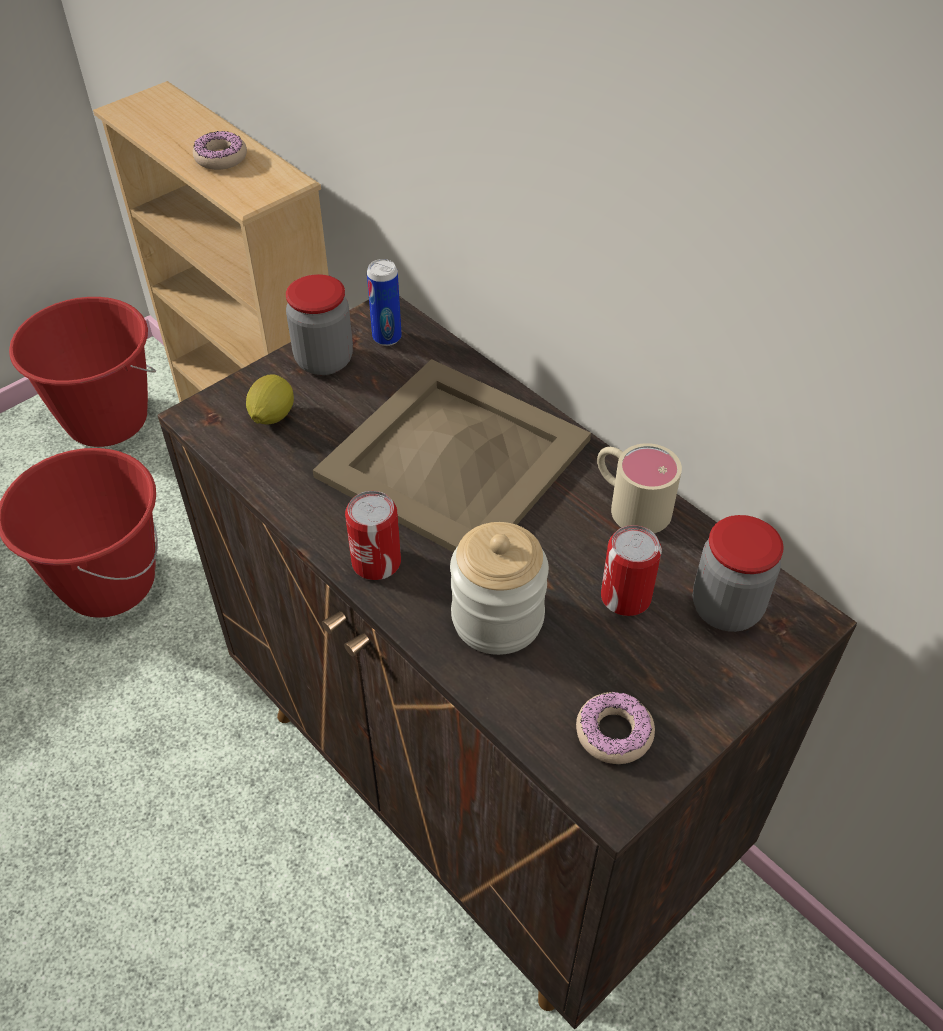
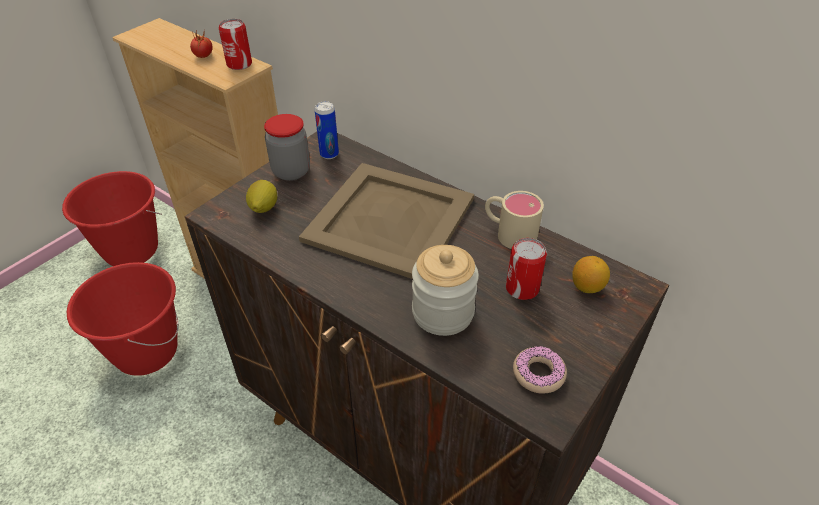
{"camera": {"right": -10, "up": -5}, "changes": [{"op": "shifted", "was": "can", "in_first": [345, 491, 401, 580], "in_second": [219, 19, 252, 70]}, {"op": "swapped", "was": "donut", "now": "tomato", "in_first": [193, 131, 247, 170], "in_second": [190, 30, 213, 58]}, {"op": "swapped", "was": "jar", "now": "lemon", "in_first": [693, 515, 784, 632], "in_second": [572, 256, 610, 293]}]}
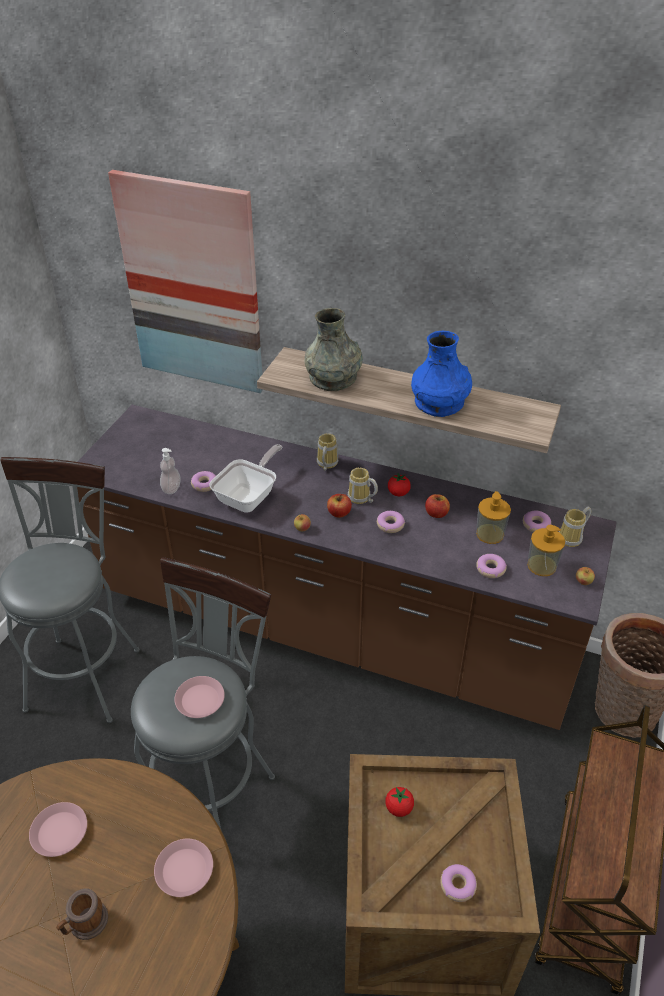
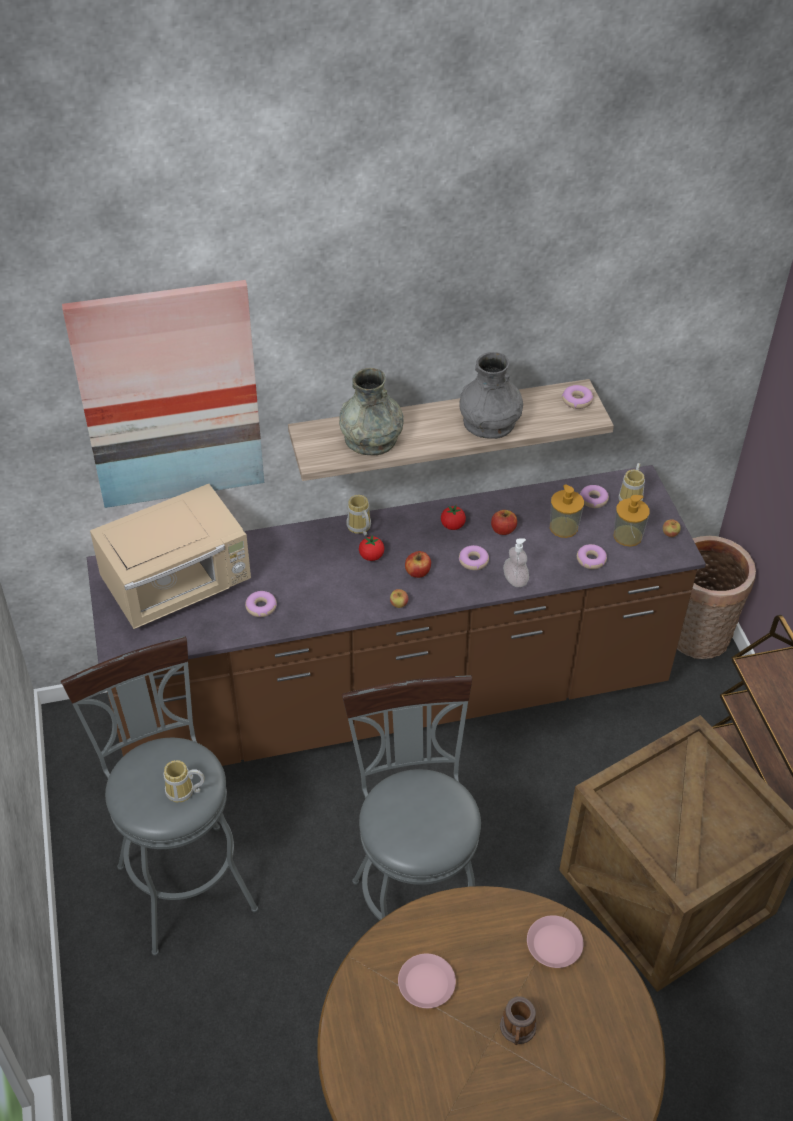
{"camera": {"right": -35, "up": 5}, "changes": [{"op": "gone", "was": "plate/pink", "in_first": [174, 676, 225, 718]}, {"op": "gone", "was": "frying pan", "in_first": [209, 444, 283, 513]}, {"op": "new", "now": "microwave/beige", "in_second": [90, 484, 251, 629]}, {"op": "shifted", "was": "soap dispenser", "in_first": [160, 448, 181, 494], "in_second": [503, 538, 529, 587]}, {"op": "shifted", "was": "mug", "in_first": [348, 468, 378, 504], "in_second": [164, 760, 205, 803]}, {"op": "shifted", "was": "tomato", "in_first": [385, 787, 414, 817], "in_second": [359, 535, 384, 561]}, {"op": "shifted", "was": "donut", "in_first": [440, 864, 477, 902], "in_second": [562, 385, 593, 409]}, {"op": "repainted", "was": "vase/blue", "now": "vase/grey", "in_first": [411, 331, 472, 417], "in_second": [459, 352, 523, 439]}]}
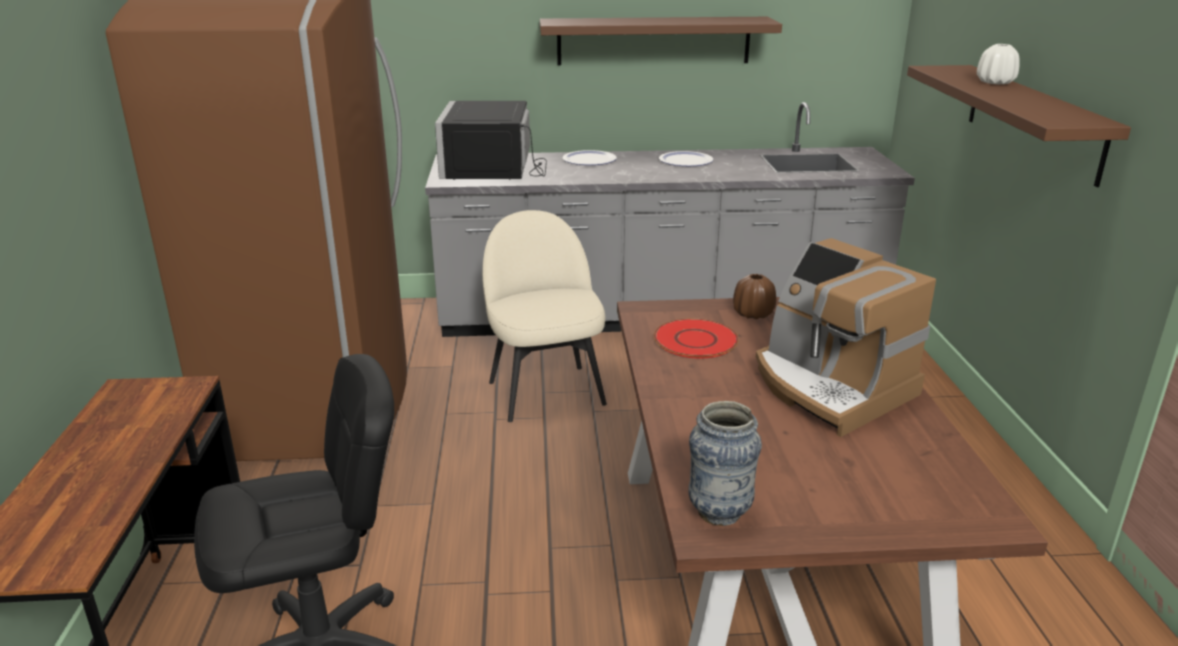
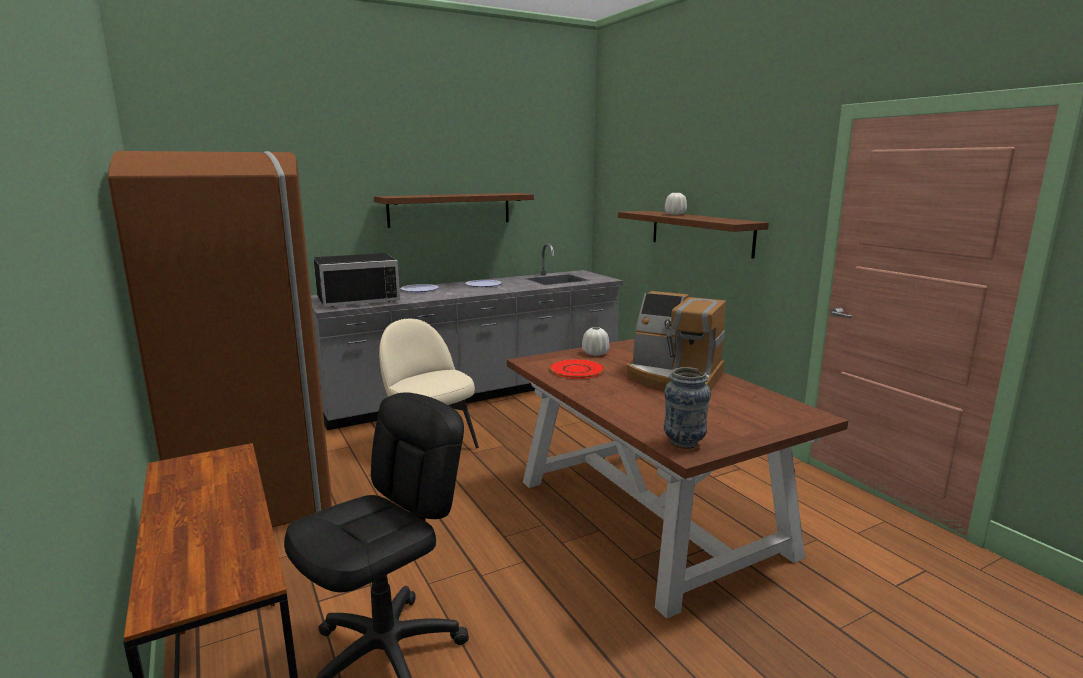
{"camera": {"right": -25, "up": -10}, "changes": [{"op": "repainted", "was": "vase/brown", "now": "vase/white", "in_first": [733, 274, 776, 319], "in_second": [582, 327, 609, 356]}, {"op": "rotated", "was": "microwave/black", "in_first": [435, 101, 547, 180], "in_second": [313, 253, 400, 307], "clockwise": -90}]}
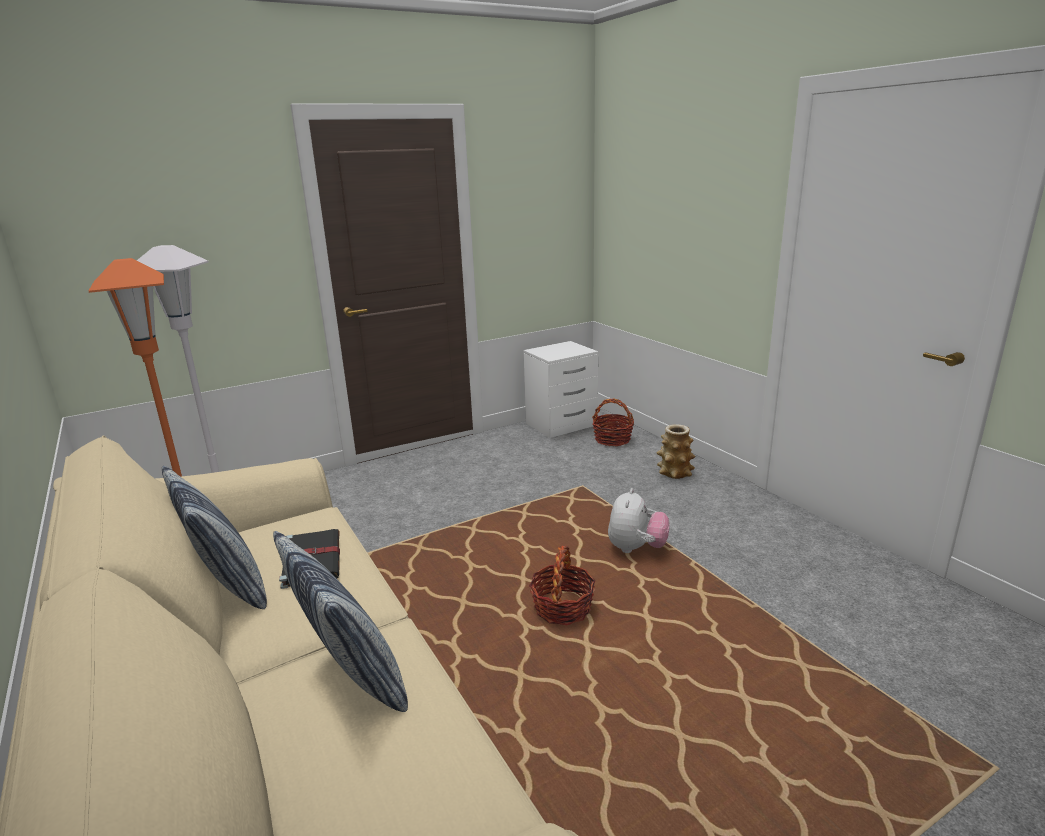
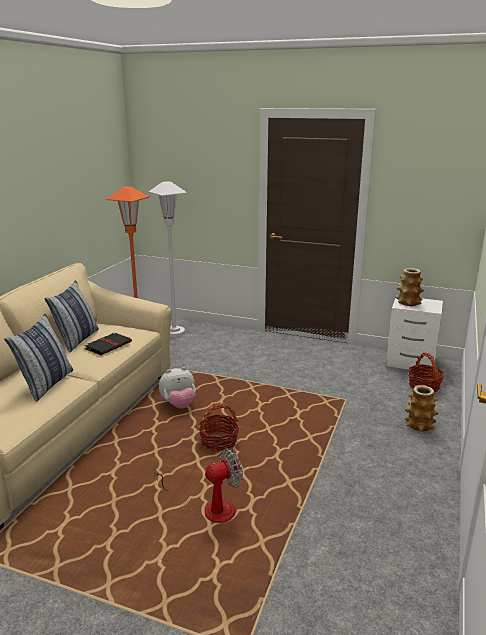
{"camera": {"right": 50, "up": 0}, "changes": [{"op": "new", "now": "fan", "in_second": [154, 448, 243, 523]}, {"op": "new", "now": "vase", "in_second": [395, 268, 424, 306]}, {"op": "shifted", "was": "plush toy", "in_first": [608, 488, 669, 553], "in_second": [159, 367, 196, 409]}]}
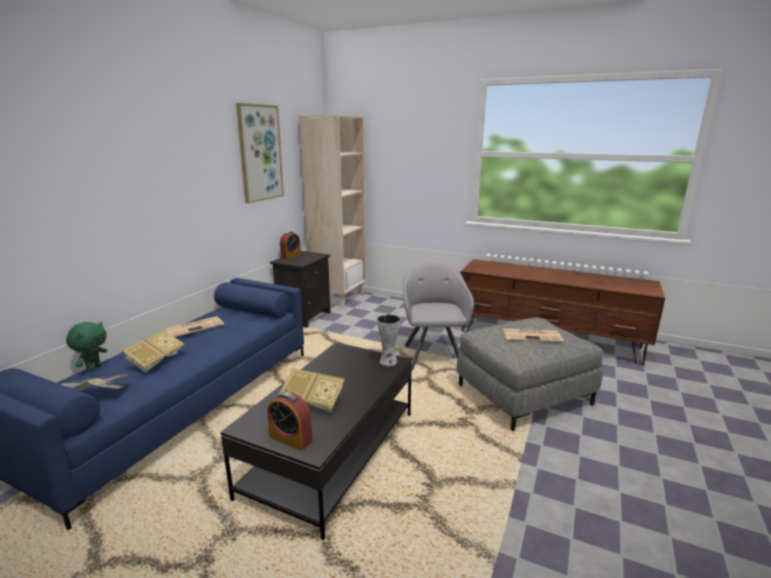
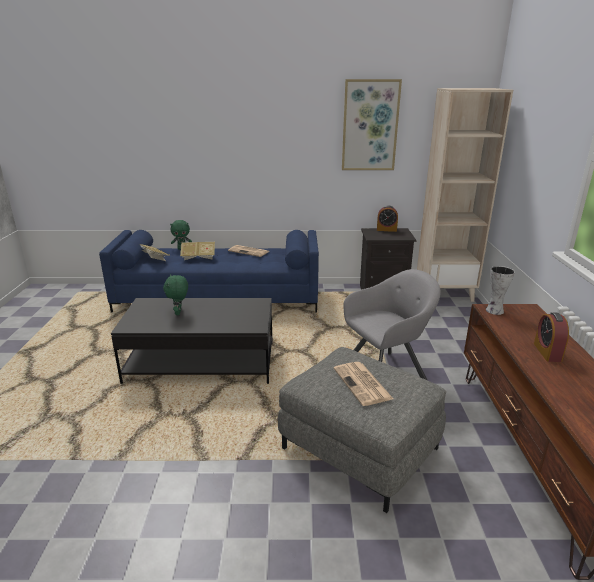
{"camera": {"right": 65, "up": 5}, "changes": [{"op": "shifted", "was": "alarm clock", "in_first": [267, 392, 313, 451], "in_second": [534, 312, 569, 362]}, {"op": "shifted", "was": "vase", "in_first": [377, 314, 401, 366], "in_second": [486, 266, 515, 315]}, {"op": "swapped", "was": "book", "now": "plush toy/green", "in_first": [279, 368, 345, 412], "in_second": [163, 275, 188, 315]}]}
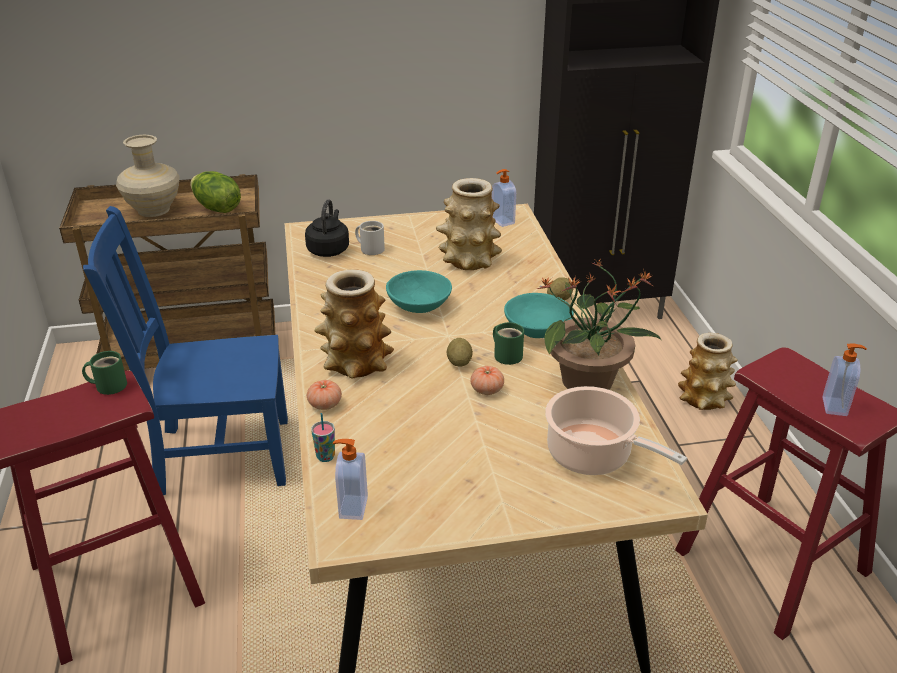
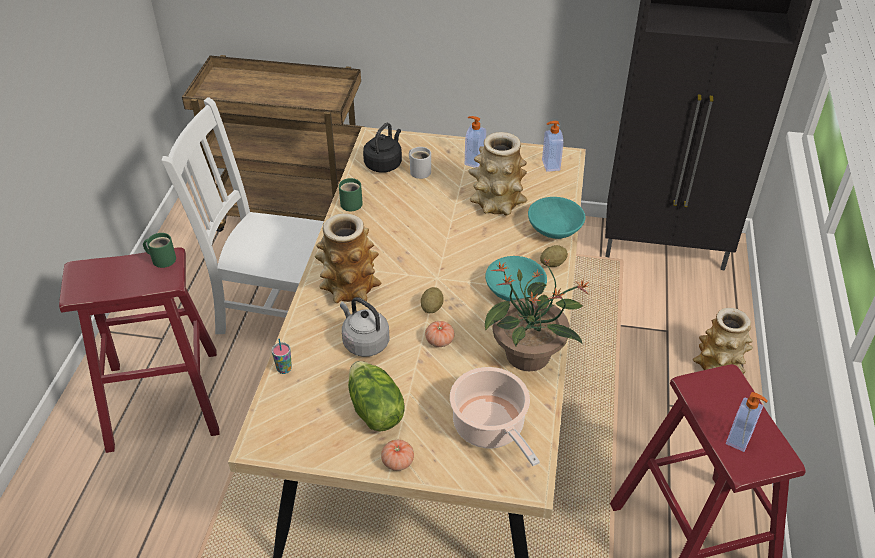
{"camera": {"right": 20, "up": 10}, "changes": [{"op": "gone", "was": "vase/beige", "in_first": [116, 135, 180, 217]}, {"op": "new", "now": "kettle/grey", "in_second": [340, 297, 389, 357]}, {"op": "shifted", "was": "lettuce", "in_first": [191, 171, 241, 213], "in_second": [348, 361, 404, 431]}, {"op": "shifted", "was": "tomato", "in_first": [307, 380, 342, 410], "in_second": [381, 440, 414, 471]}, {"op": "shifted", "was": "soap dispenser", "in_first": [333, 439, 368, 520], "in_second": [465, 116, 486, 168]}, {"op": "shifted", "was": "bowl/turquoise", "in_first": [386, 270, 452, 313], "in_second": [528, 197, 585, 239]}, {"op": "shifted", "was": "mug/green", "in_first": [493, 322, 524, 365], "in_second": [339, 178, 363, 211]}, {"op": "repainted", "was": "chair/blue", "now": "chair/white", "in_first": [83, 206, 288, 495], "in_second": [161, 97, 324, 334]}]}
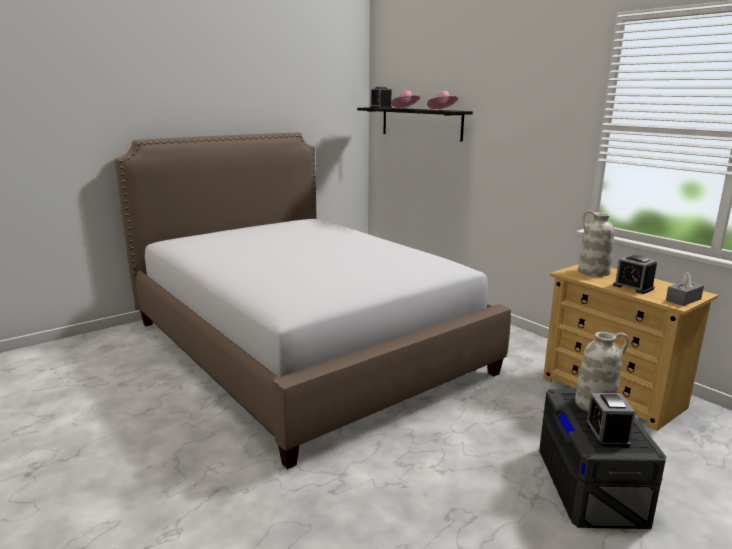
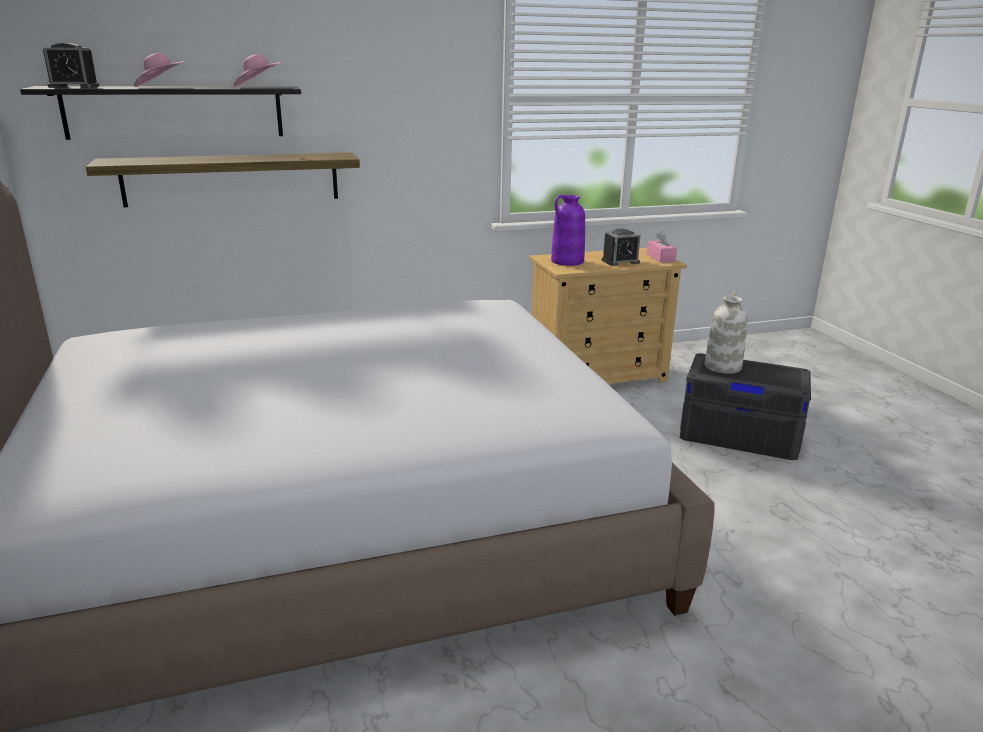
{"camera": {"right": -70, "up": 5}, "changes": [{"op": "gone", "was": "alarm clock", "in_first": [586, 393, 635, 447]}, {"op": "new", "now": "shelf", "in_second": [86, 153, 360, 207]}, {"op": "repainted", "was": "vase/white", "now": "vase/purple", "in_first": [578, 210, 614, 277], "in_second": [551, 195, 585, 266]}, {"op": "repainted", "was": "tissue box/grey", "now": "tissue box/pink", "in_first": [666, 272, 704, 306], "in_second": [647, 231, 677, 262]}]}
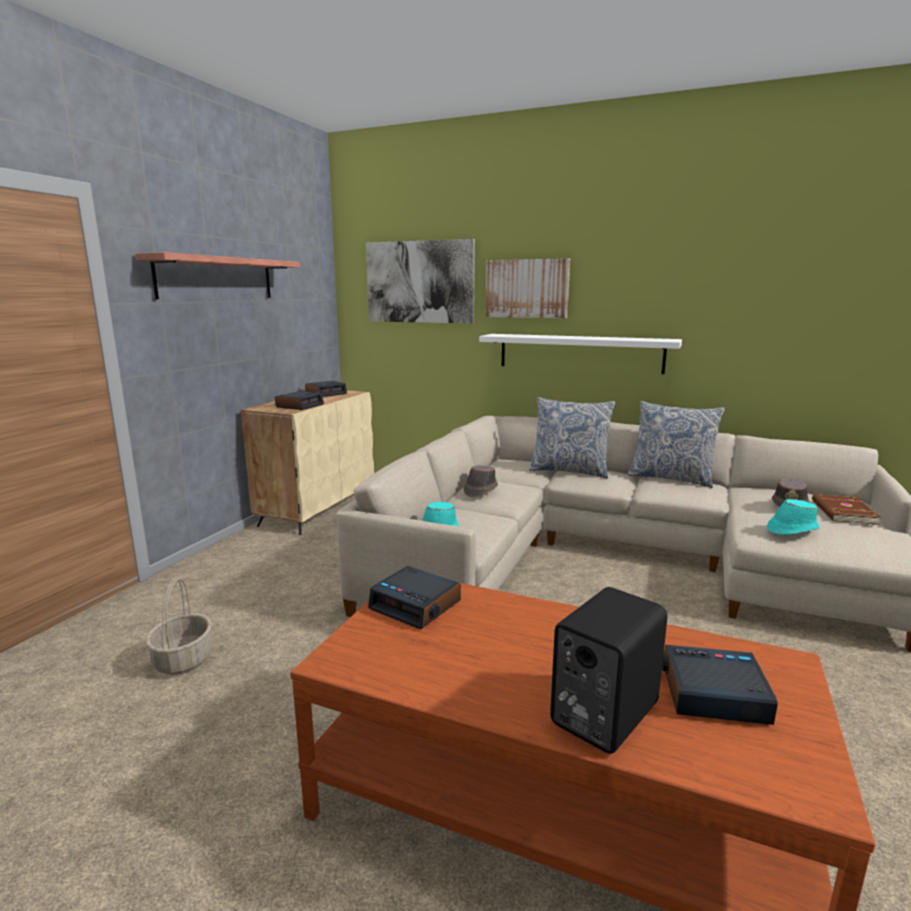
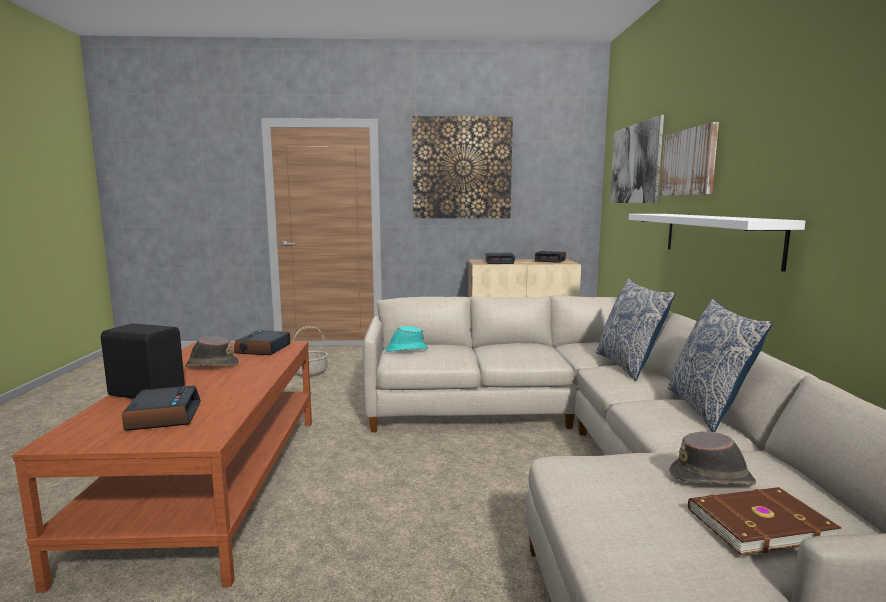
{"camera": {"right": 65, "up": -5}, "changes": [{"op": "gone", "was": "hat/turquoise", "in_first": [767, 499, 820, 535]}, {"op": "shifted", "was": "hat/brown", "in_first": [463, 465, 498, 497], "in_second": [185, 336, 239, 367]}, {"op": "swapped", "was": "shelf", "now": "picture", "in_first": [135, 252, 300, 299], "in_second": [412, 116, 513, 218]}]}
